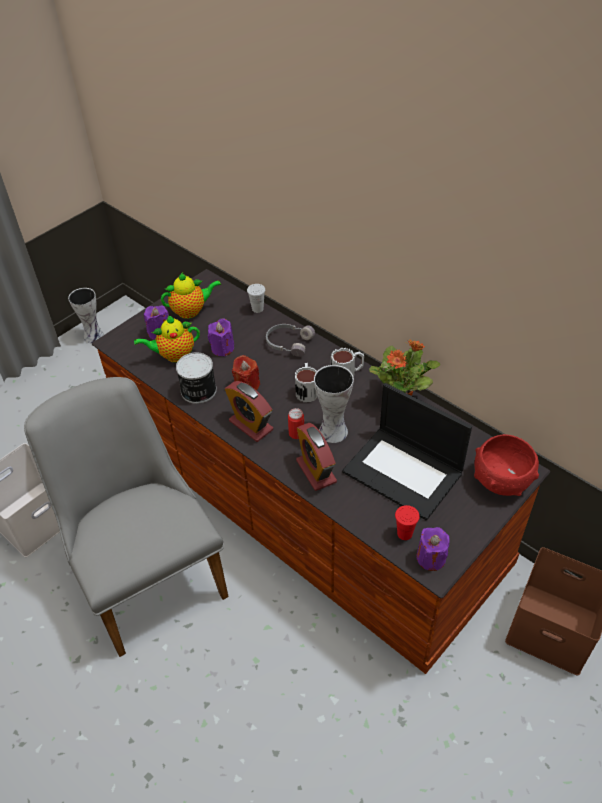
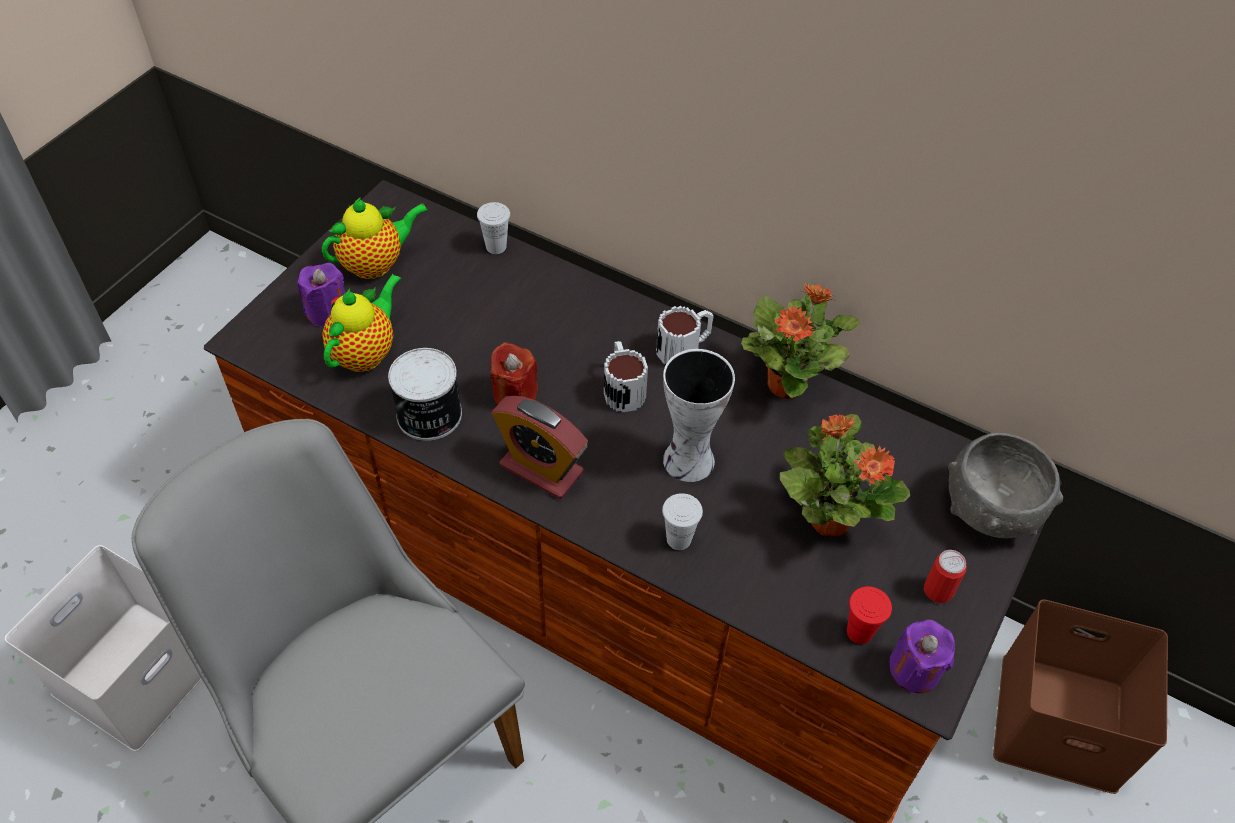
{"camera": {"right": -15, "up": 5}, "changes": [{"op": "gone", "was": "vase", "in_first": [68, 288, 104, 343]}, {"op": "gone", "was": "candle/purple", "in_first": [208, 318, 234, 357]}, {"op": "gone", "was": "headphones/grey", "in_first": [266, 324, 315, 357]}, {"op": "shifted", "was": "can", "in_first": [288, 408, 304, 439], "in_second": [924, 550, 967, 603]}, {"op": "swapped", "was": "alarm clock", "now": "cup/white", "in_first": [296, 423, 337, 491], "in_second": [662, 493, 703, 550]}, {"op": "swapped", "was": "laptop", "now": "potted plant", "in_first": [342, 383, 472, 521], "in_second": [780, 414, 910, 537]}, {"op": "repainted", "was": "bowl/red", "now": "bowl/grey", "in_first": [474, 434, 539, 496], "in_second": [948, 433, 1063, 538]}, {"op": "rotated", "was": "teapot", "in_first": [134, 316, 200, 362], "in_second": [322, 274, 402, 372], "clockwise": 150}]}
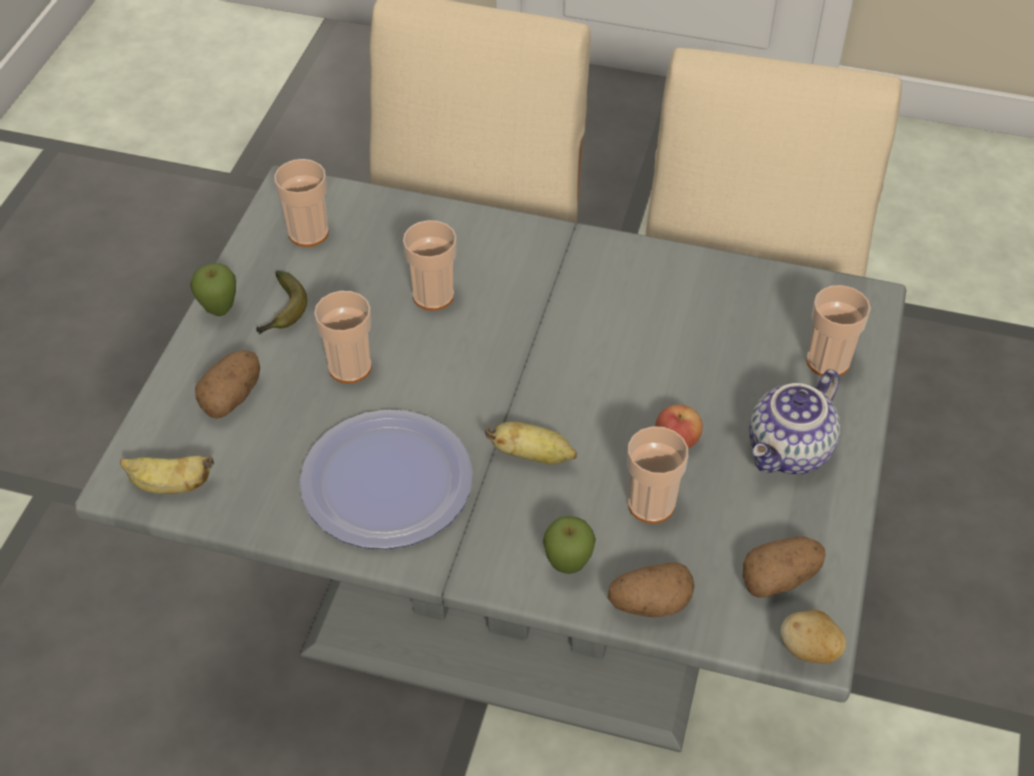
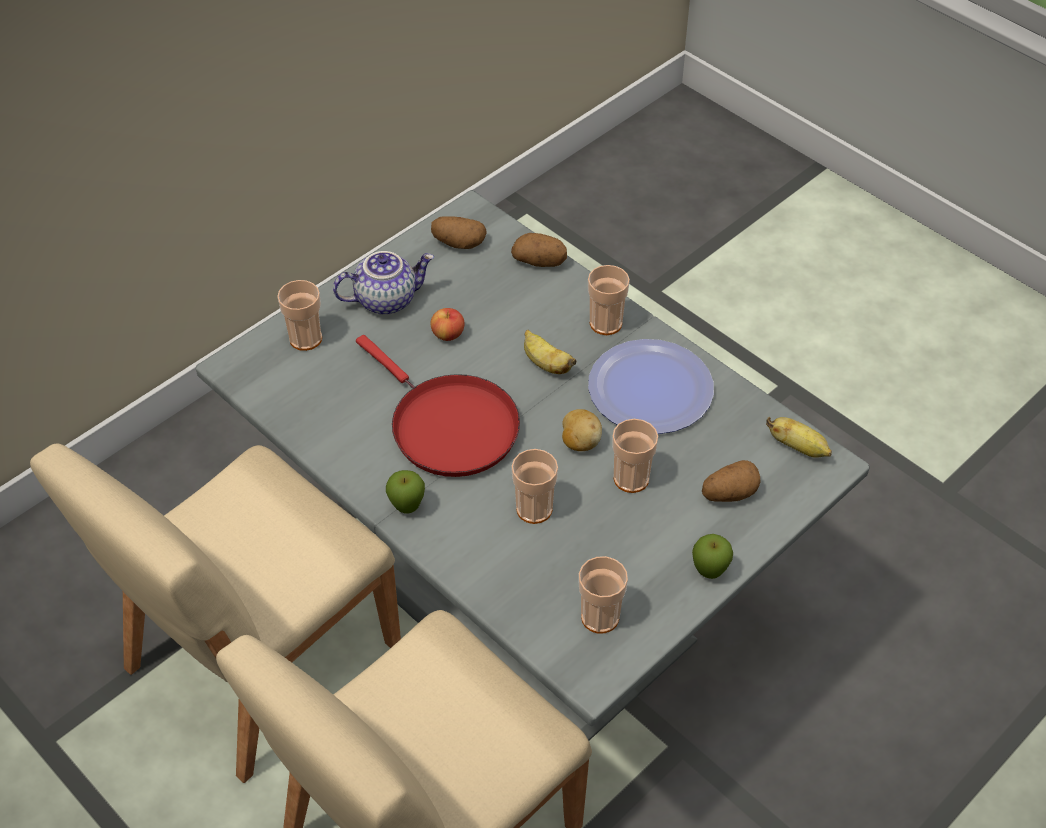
{"camera": {"right": -150, "up": 0}, "changes": [{"op": "gone", "was": "banana", "in_first": [256, 271, 307, 334]}, {"op": "new", "now": "frying pan/red", "in_second": [356, 335, 520, 477]}, {"op": "shifted", "was": "apple", "in_first": [543, 516, 596, 574], "in_second": [386, 470, 425, 514]}, {"op": "shifted", "was": "cup", "in_first": [627, 426, 688, 523], "in_second": [588, 265, 630, 335]}, {"op": "shifted", "was": "potato", "in_first": [780, 610, 846, 664], "in_second": [562, 409, 602, 451]}]}
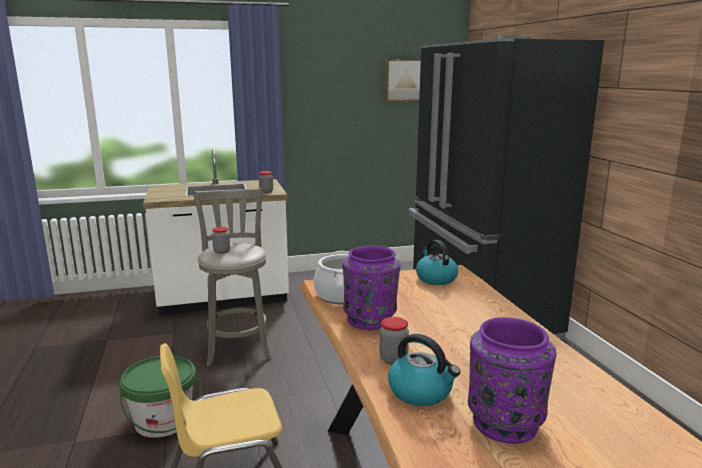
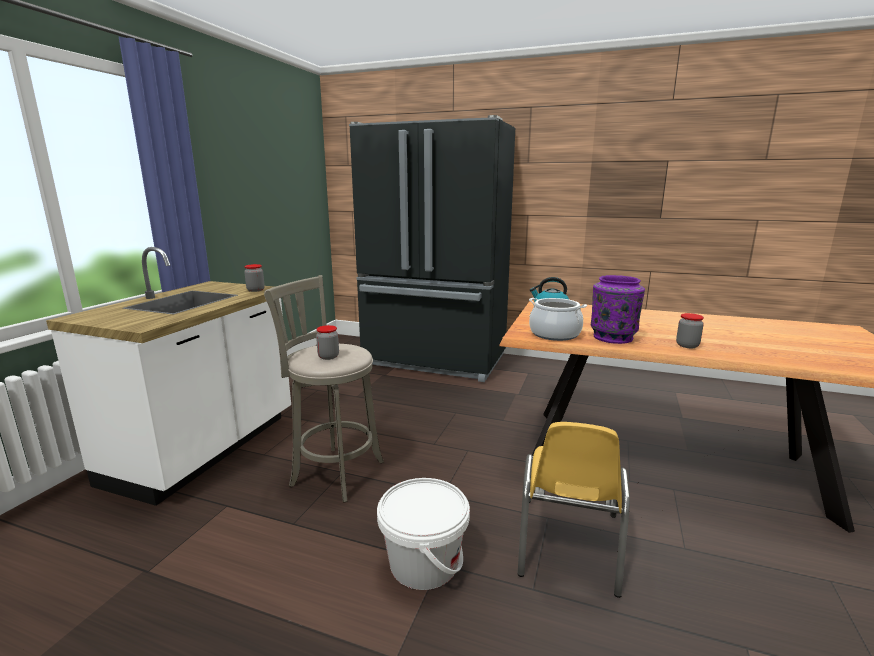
{"camera": {"right": -55, "up": 0}, "changes": [{"op": "gone", "was": "picture", "in_first": [385, 59, 421, 101]}, {"op": "gone", "was": "kettle", "in_first": [388, 334, 460, 406]}, {"op": "gone", "was": "vase/purple", "in_first": [468, 317, 557, 444]}, {"op": "repainted", "was": "bucket/green", "now": "bucket/white", "in_first": [119, 356, 202, 438], "in_second": [377, 478, 470, 590]}]}
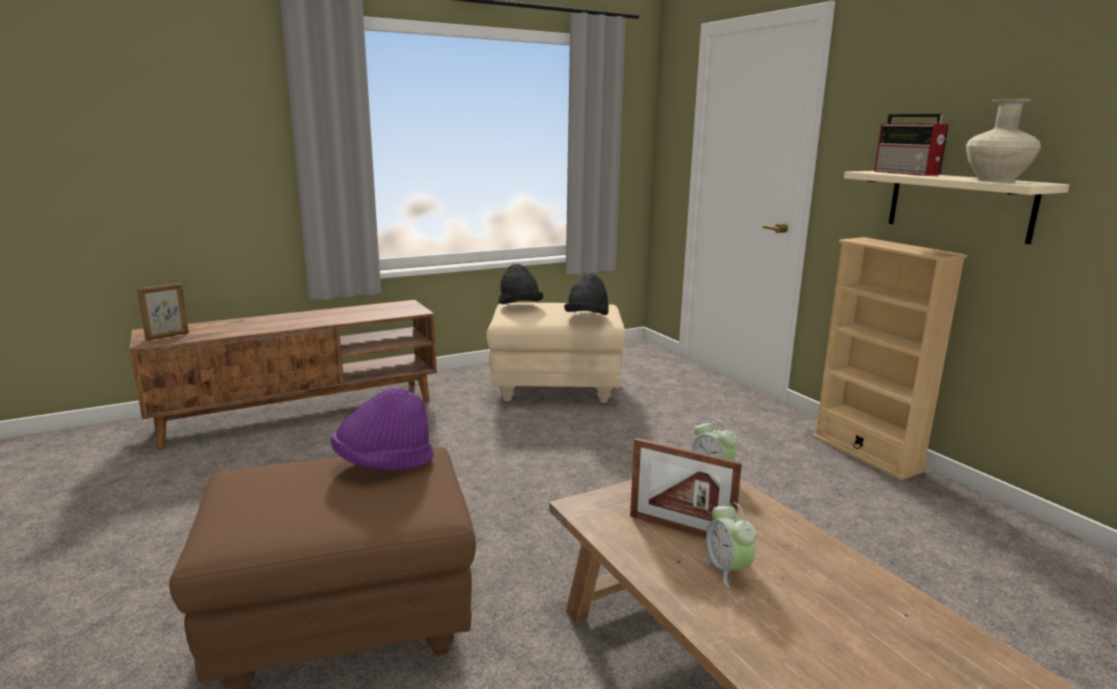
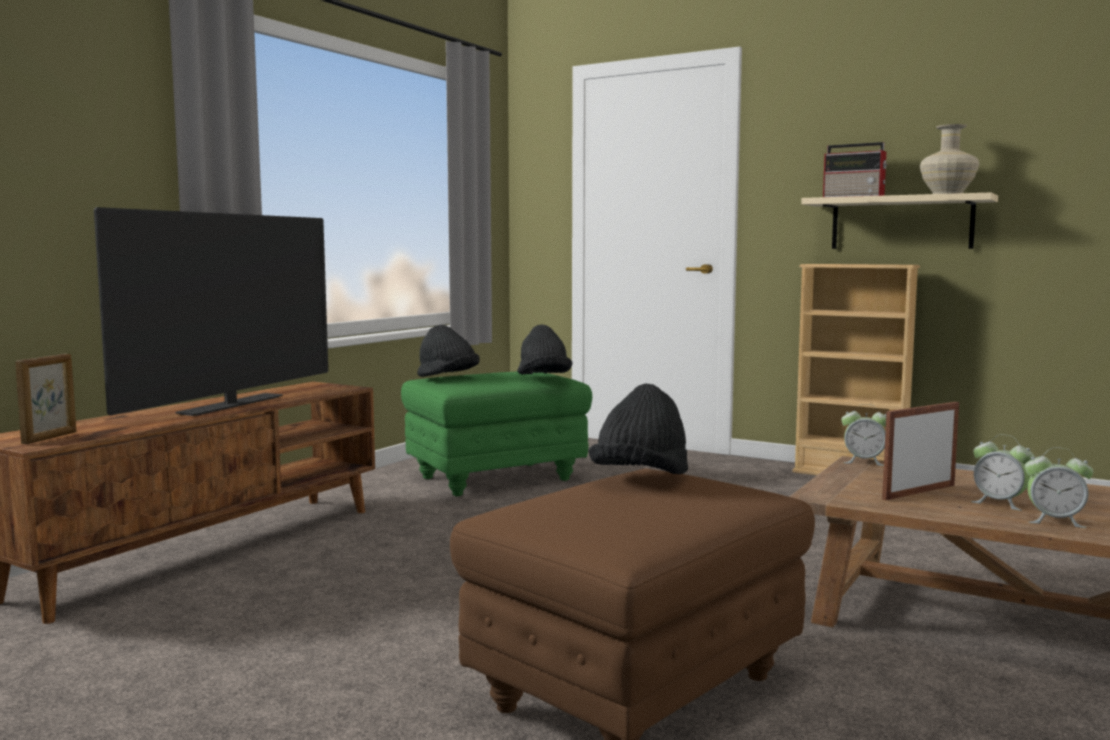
{"camera": {"right": -30, "up": -10}, "changes": [{"op": "new", "now": "television", "in_second": [94, 207, 328, 416]}, {"op": "new", "now": "alarm clock", "in_second": [1025, 448, 1093, 528]}, {"op": "repainted", "was": "hat/purple", "now": "hat/black", "in_first": [331, 387, 434, 471], "in_second": [588, 384, 688, 474]}, {"op": "repainted", "was": "ottoman/beige", "now": "ottoman/green", "in_first": [486, 303, 626, 403], "in_second": [401, 372, 592, 496]}, {"op": "rotated", "was": "picture frame", "in_first": [630, 438, 742, 538], "in_second": [882, 402, 959, 500], "clockwise": 150}]}
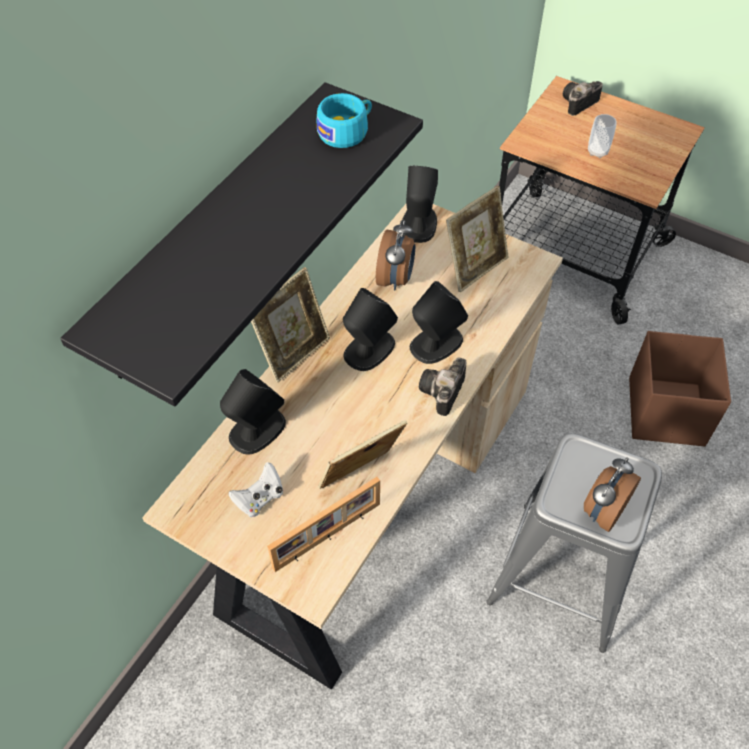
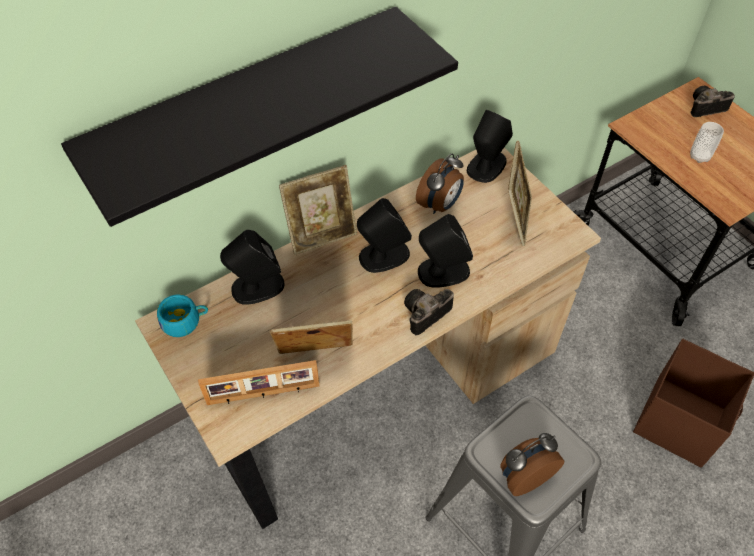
{"camera": {"right": 25, "up": 0}, "changes": [{"op": "gone", "was": "game controller/white", "in_first": [229, 462, 283, 517]}, {"op": "shifted", "was": "cup/turquoise", "in_first": [317, 93, 372, 148], "in_second": [157, 294, 208, 337]}, {"op": "rotated", "was": "picture frame", "in_first": [446, 186, 509, 292], "in_second": [508, 141, 532, 246], "clockwise": -60}]}
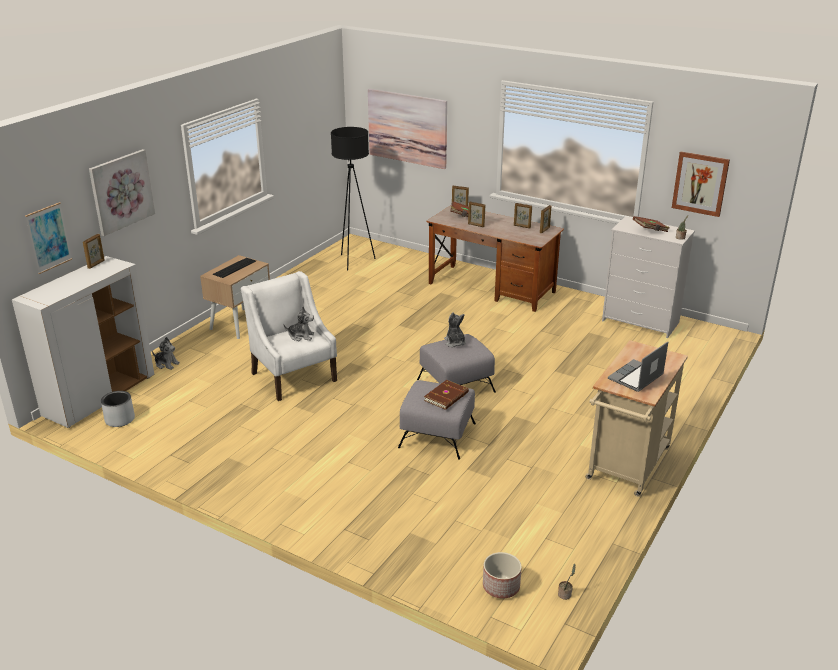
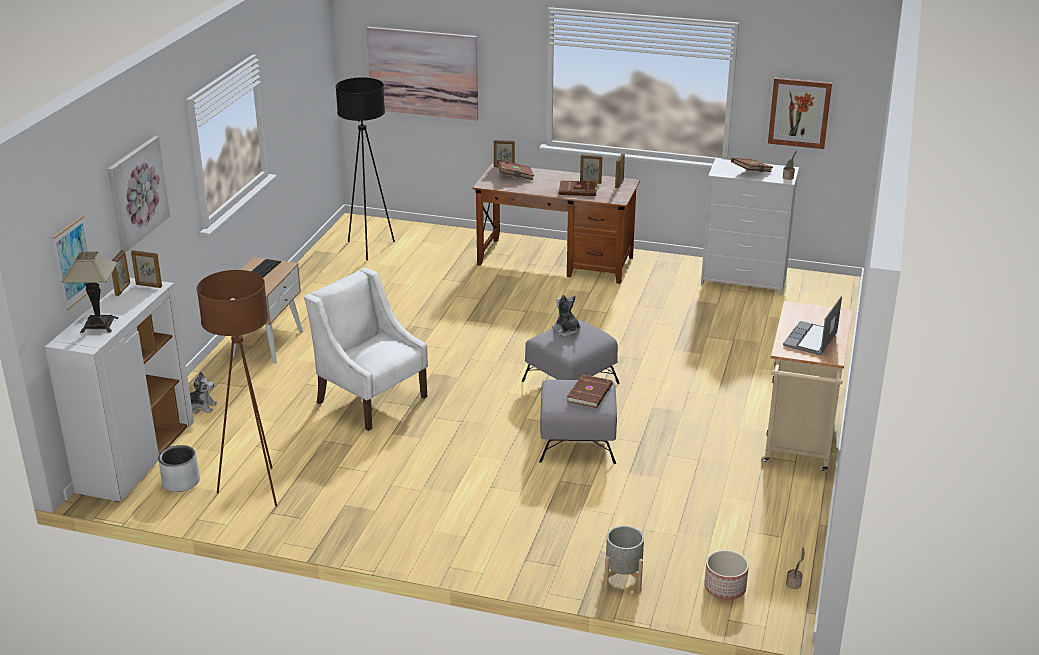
{"camera": {"right": -15, "up": 0}, "changes": [{"op": "gone", "was": "plush toy", "in_first": [283, 306, 314, 341]}, {"op": "new", "now": "table lamp", "in_second": [62, 251, 118, 333]}, {"op": "new", "now": "floor lamp/brown", "in_second": [197, 270, 277, 507]}, {"op": "new", "now": "book/brown", "in_second": [559, 181, 597, 196]}, {"op": "new", "now": "planter/grey", "in_second": [604, 526, 644, 592]}, {"op": "shifted", "was": "picture frame", "in_first": [468, 202, 485, 227], "in_second": [131, 250, 162, 288]}]}
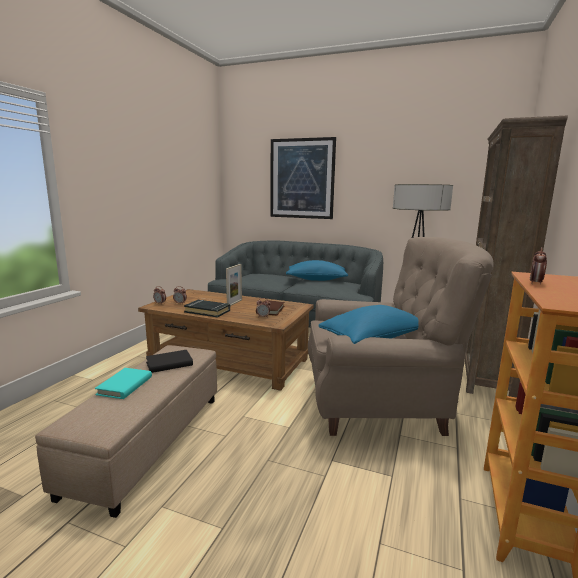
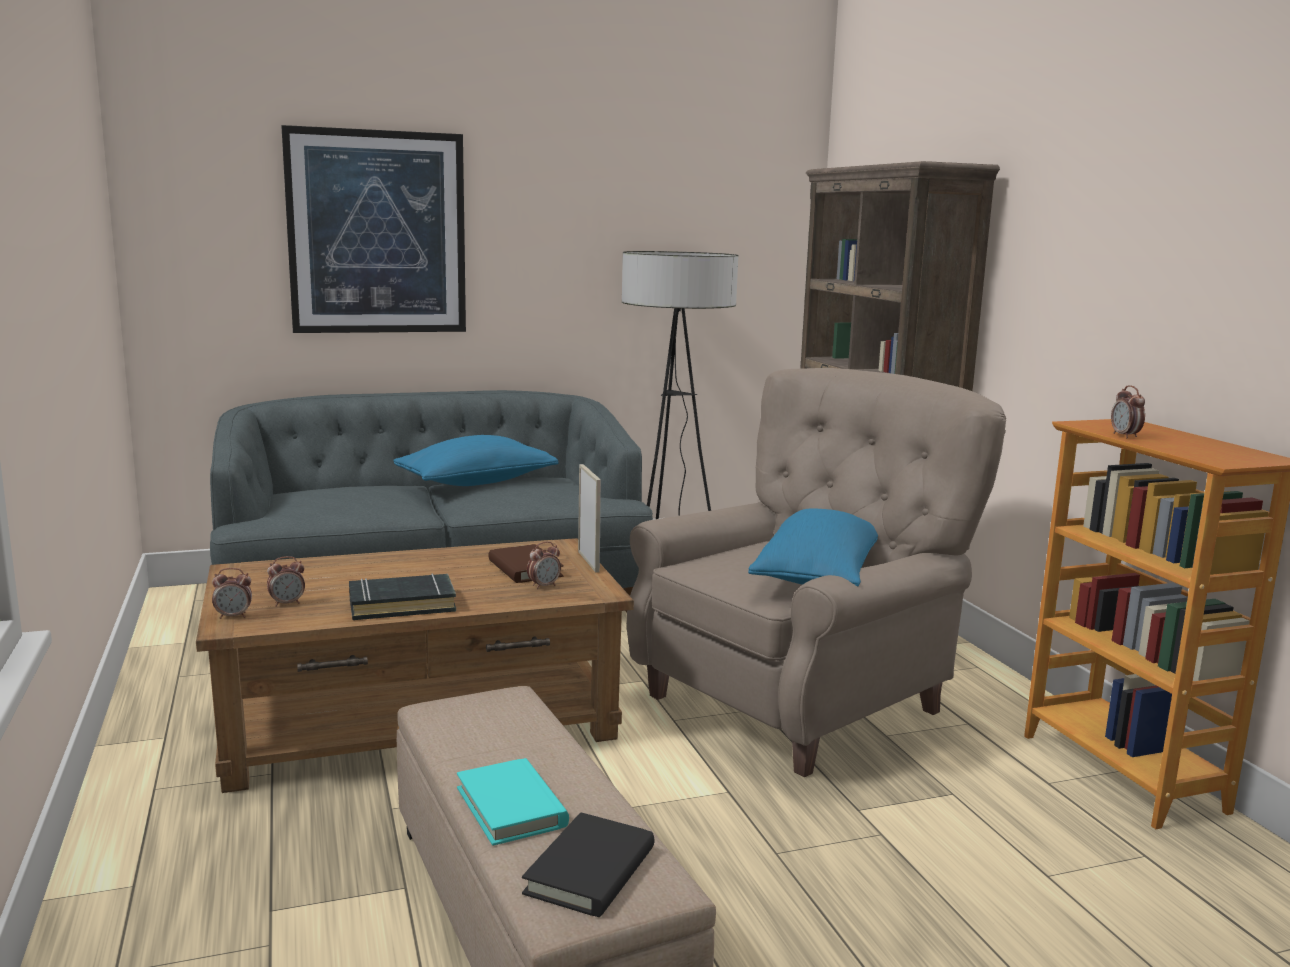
{"camera": {"right": -40, "up": 0}, "changes": [{"op": "shifted", "was": "book/black", "in_first": [146, 350, 193, 373], "in_second": [522, 812, 655, 917]}, {"op": "shifted", "was": "picture frame", "in_first": [226, 264, 242, 306], "in_second": [578, 464, 601, 573]}]}
